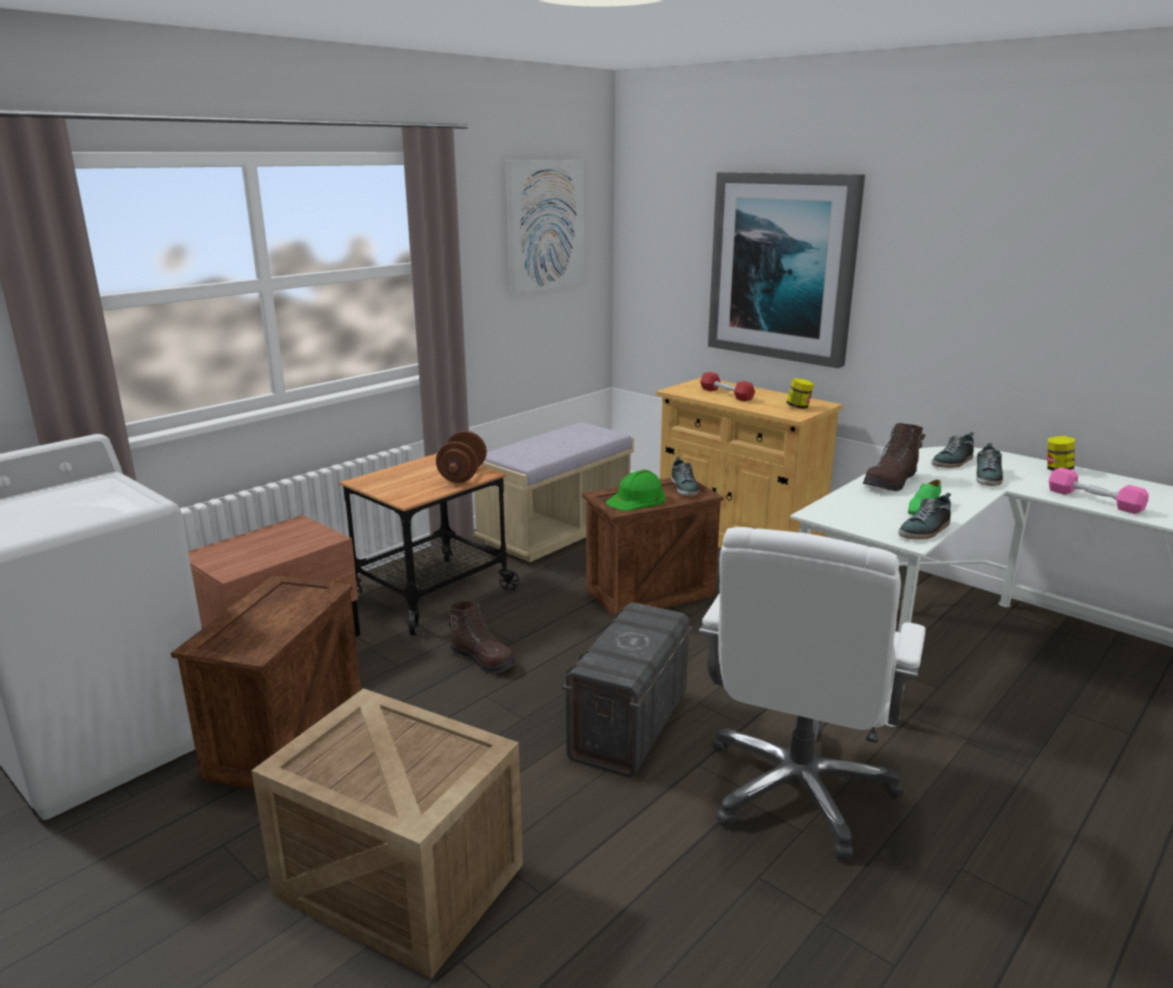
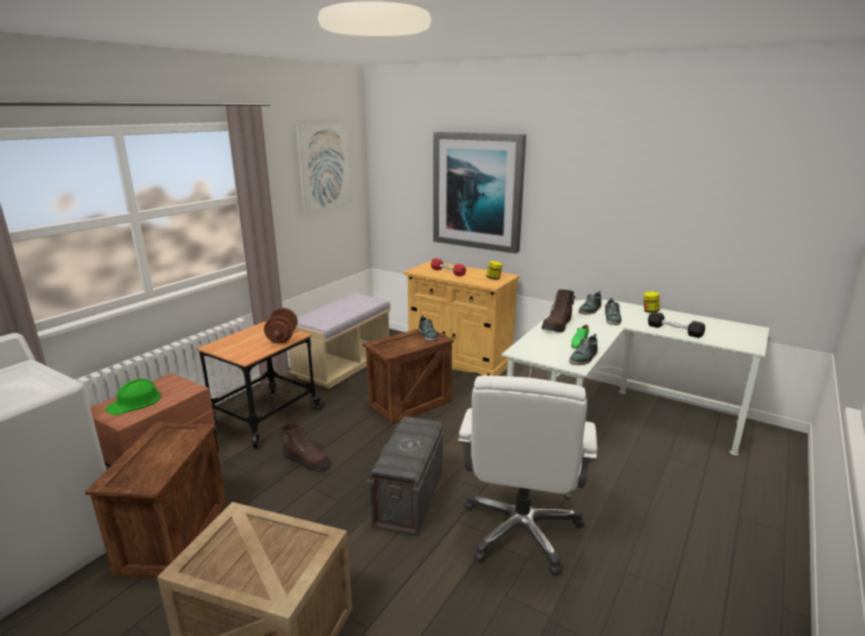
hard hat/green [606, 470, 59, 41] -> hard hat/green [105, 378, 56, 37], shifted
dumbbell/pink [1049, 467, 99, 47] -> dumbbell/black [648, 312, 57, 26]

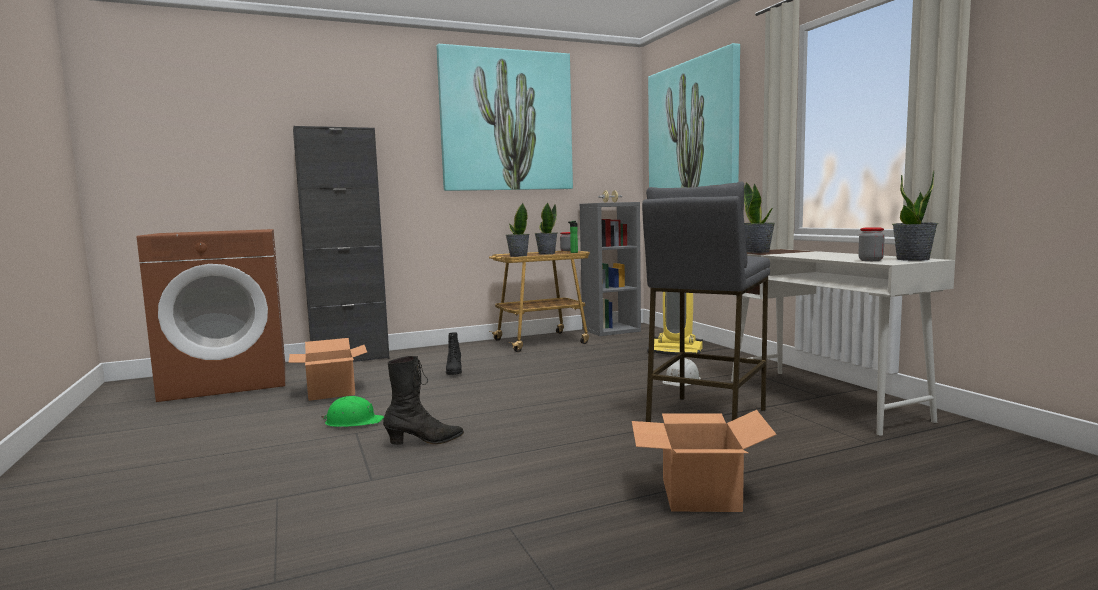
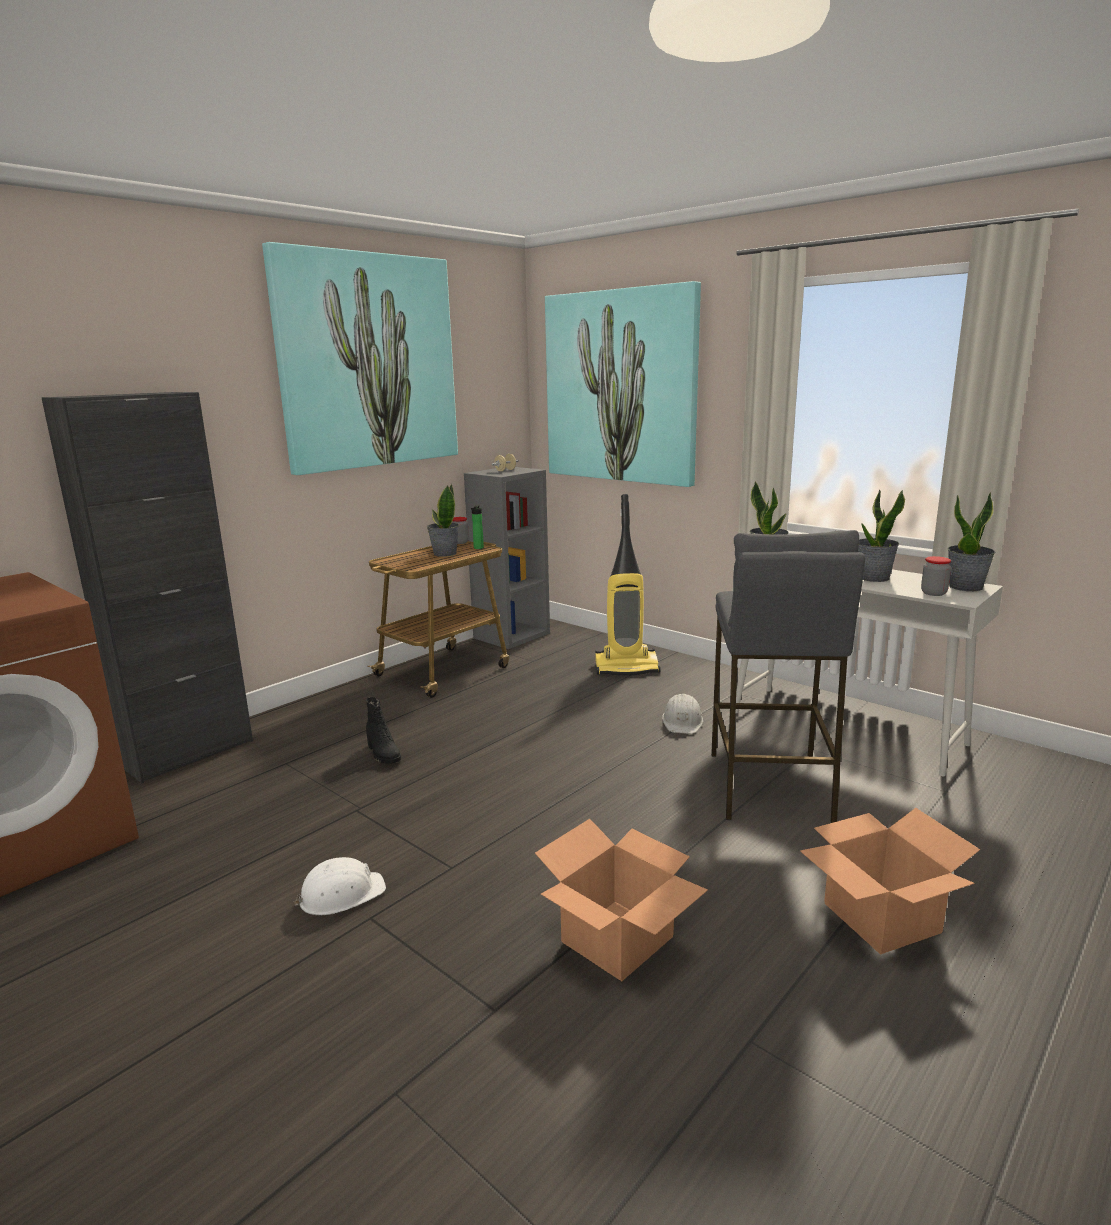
boot/black [383, 356, 81, 89] -> none
cardboard box [288, 338, 79, 63] -> cardboard box [535, 819, 173, 162], shifted
potted plant [506, 203, 24, 54] -> potted plant [858, 489, 47, 93], shifted
hard hat/green [321, 396, 63, 31] -> hard hat/white [293, 857, 93, 58]

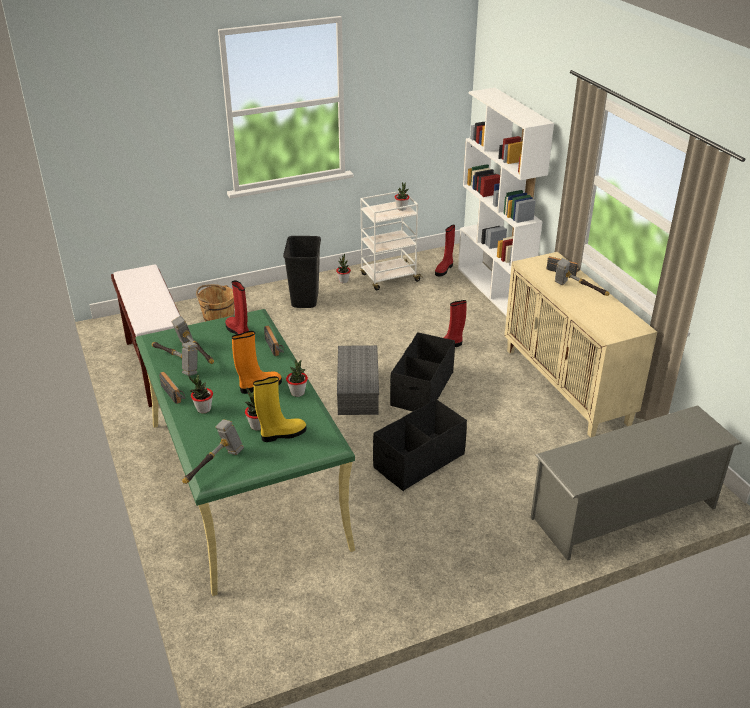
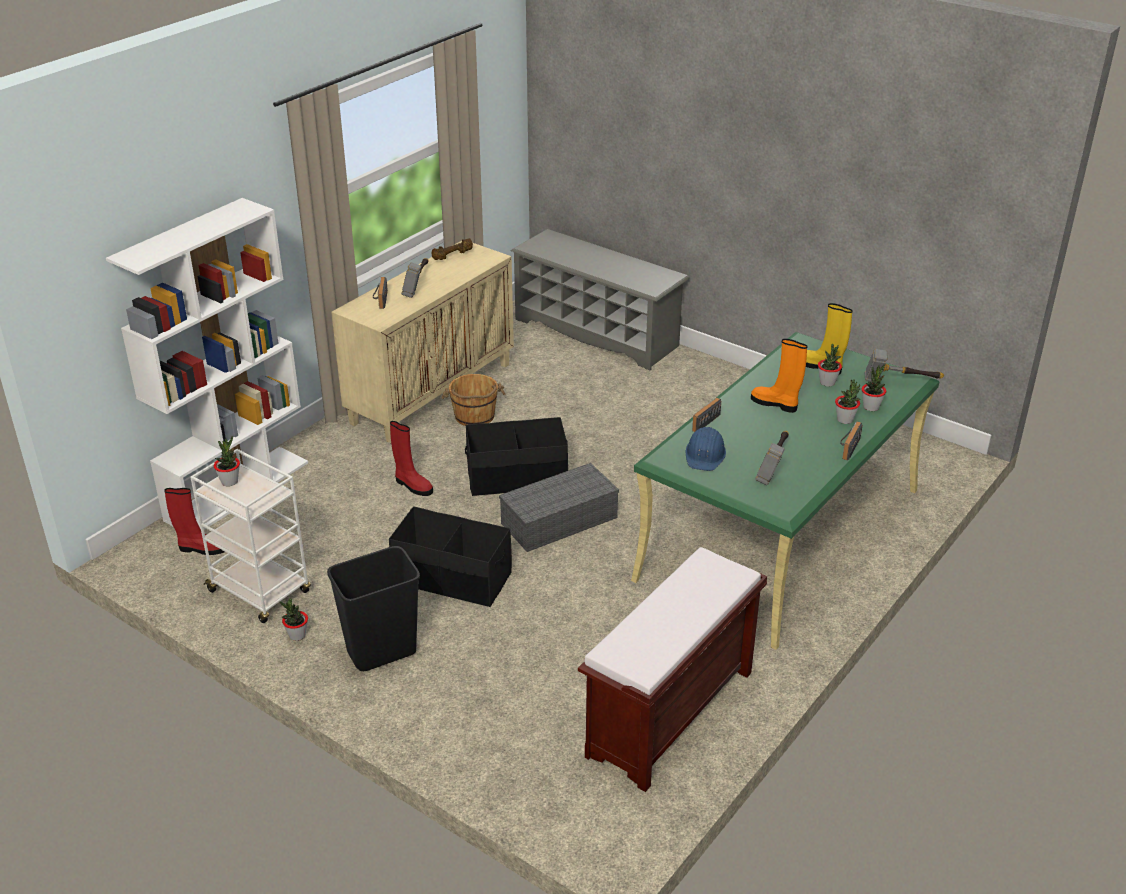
hammer [152, 342, 45, 34] -> none
none -> dumbbell/brown [432, 238, 41, 22]
bucket/brown [196, 284, 38, 38] -> bucket/brown [442, 374, 63, 52], shifted
potted plant [286, 360, 22, 37] -> potted plant [862, 363, 24, 48], shifted
storage box/black [373, 399, 94, 92] -> storage box/black [389, 506, 123, 101], shifted
boot/red [225, 280, 24, 54] -> hard hat/blue [686, 427, 40, 44]

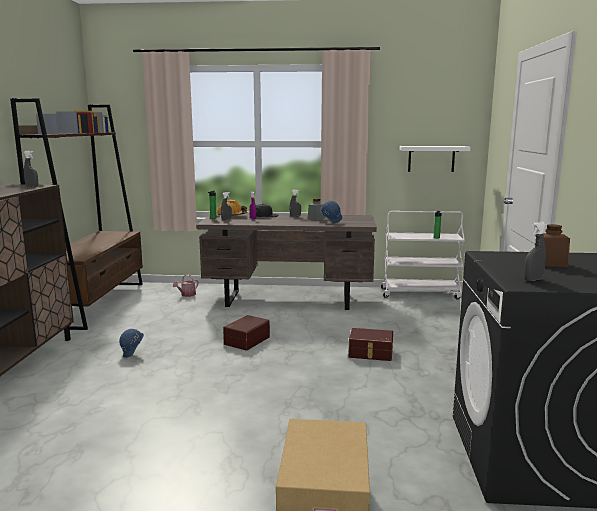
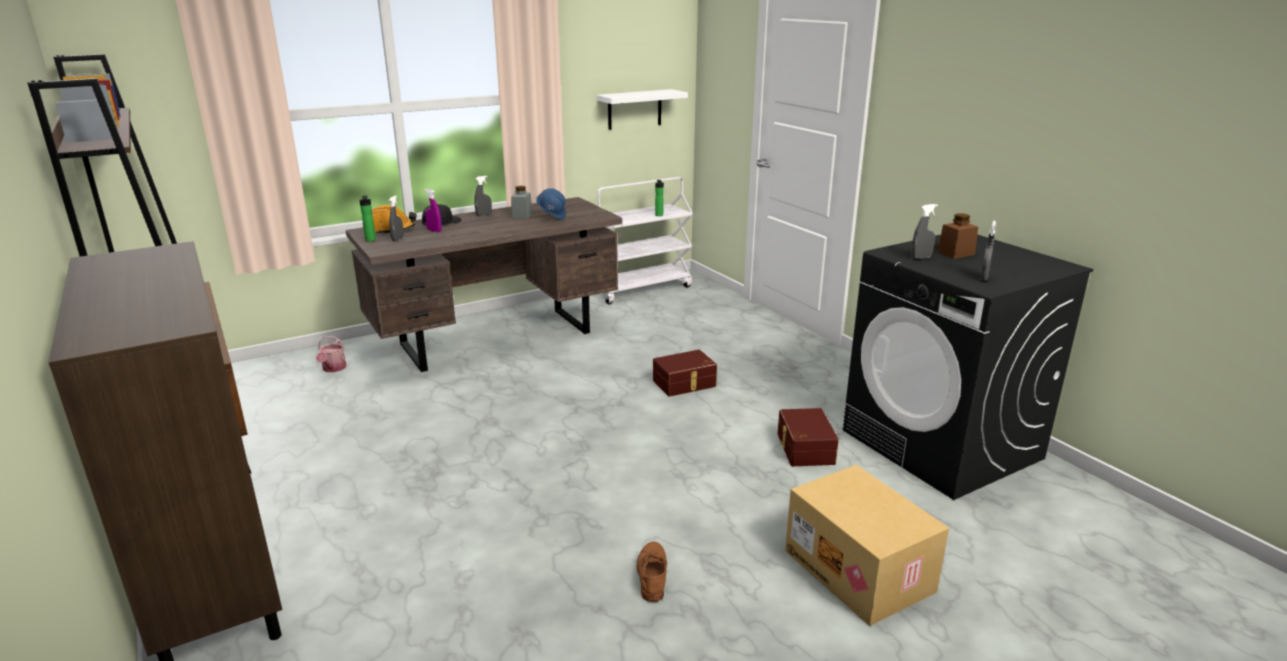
hard hat/blue [119, 329, 25, 29] -> none
none -> shoe/brown [637, 542, 31, 60]
spray bottle/grey [24, 151, 14, 36] -> spray bottle/grey [911, 204, 27, 55], shifted
storage box/brown [223, 315, 47, 36] -> storage box/brown [777, 408, 62, 58], shifted

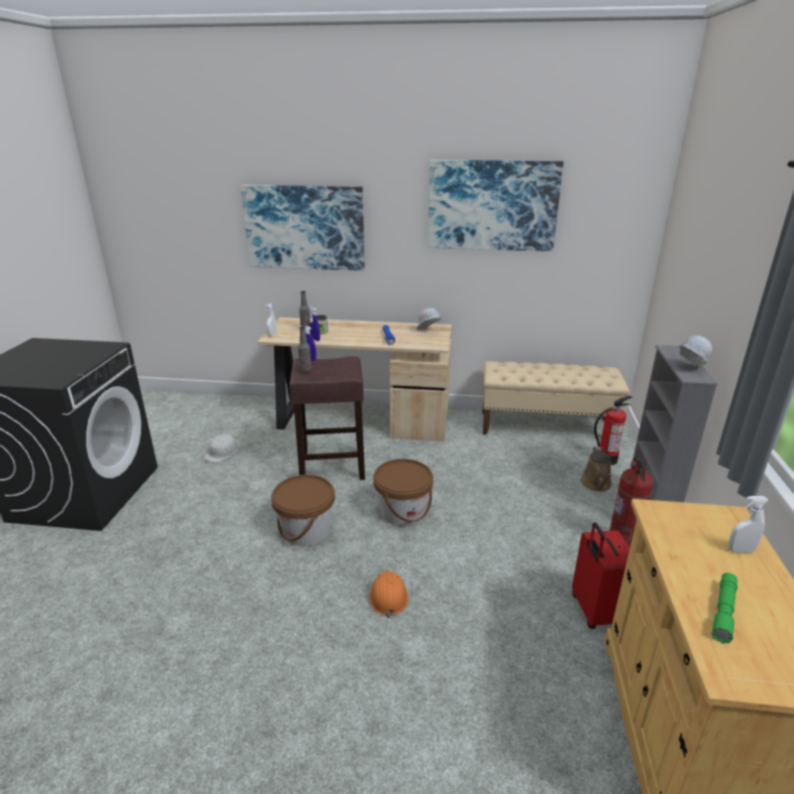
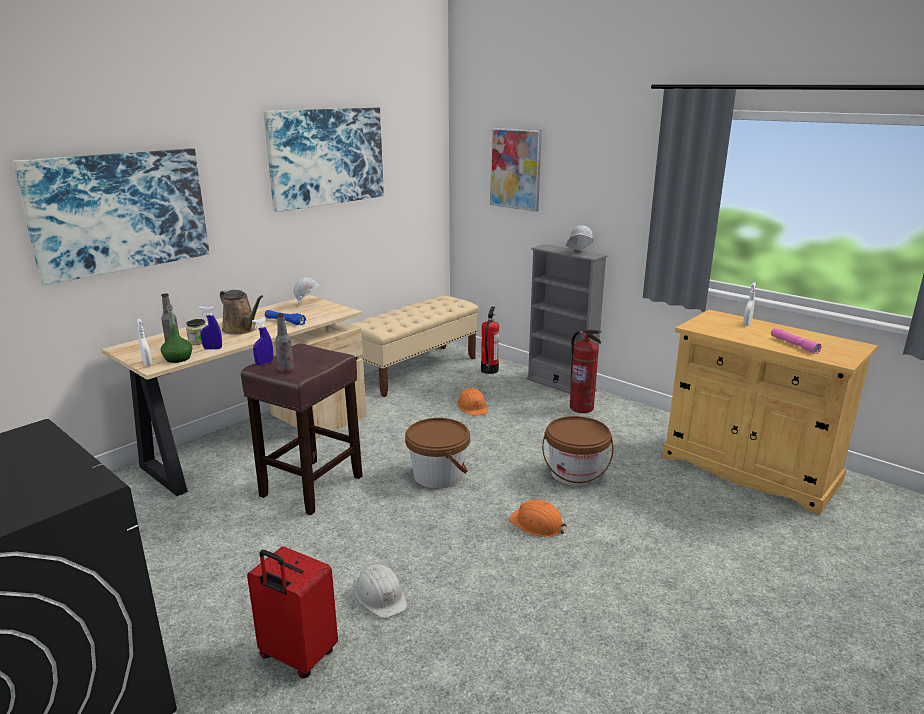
none -> bottle/green [161, 305, 31, 58]
none -> hard hat/orange [457, 388, 31, 28]
none -> picture [490, 127, 52, 85]
hard hat/white [204, 434, 35, 29] -> hard hat/white [354, 564, 53, 54], shifted
bucket/brown [271, 475, 64, 71] -> bucket/brown [542, 416, 72, 71], shifted
suitcase/red [572, 522, 58, 107] -> suitcase/red [247, 546, 91, 132], shifted
watering can/brown [581, 446, 31, 45] -> watering can/brown [220, 289, 43, 46], shifted
flashlight/green [712, 573, 25, 70] -> flashlight/pink [771, 328, 51, 26]

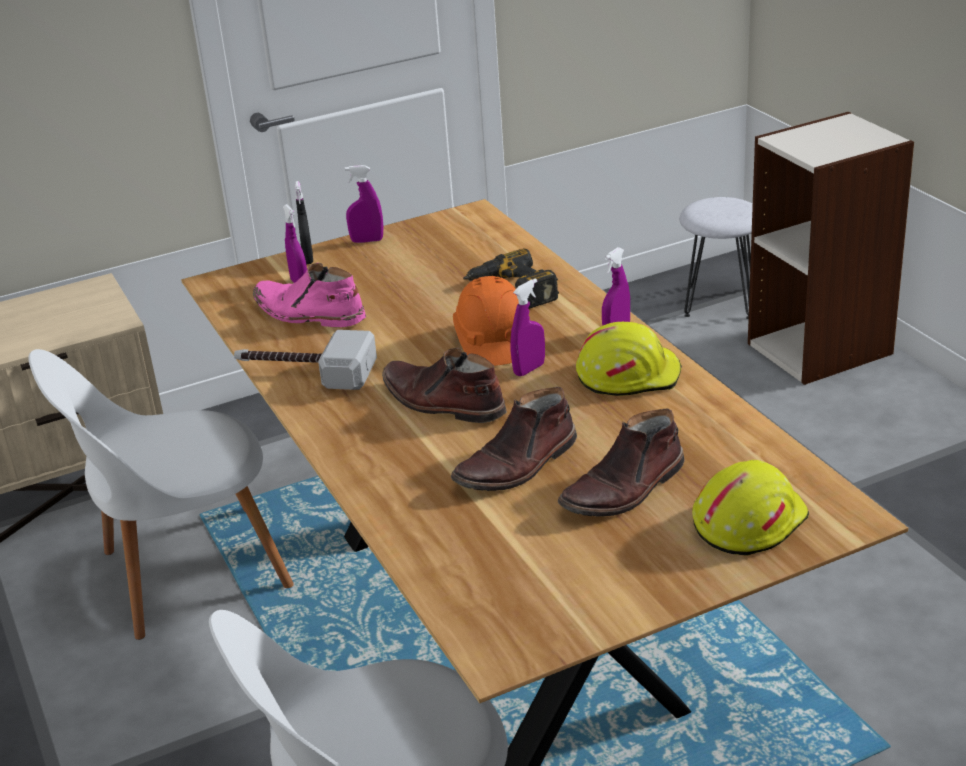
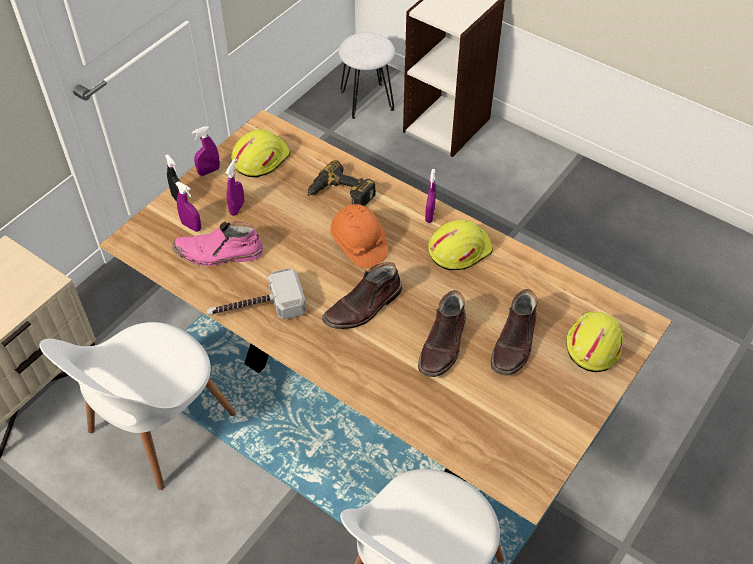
none -> hard hat/yellow [231, 129, 59, 49]
spray bottle/purple [510, 278, 35, 98] -> spray bottle/purple [226, 159, 18, 57], shifted
boot/brown [382, 348, 125, 75] -> boot/brown [322, 262, 80, 67], 45 degrees counterclockwise

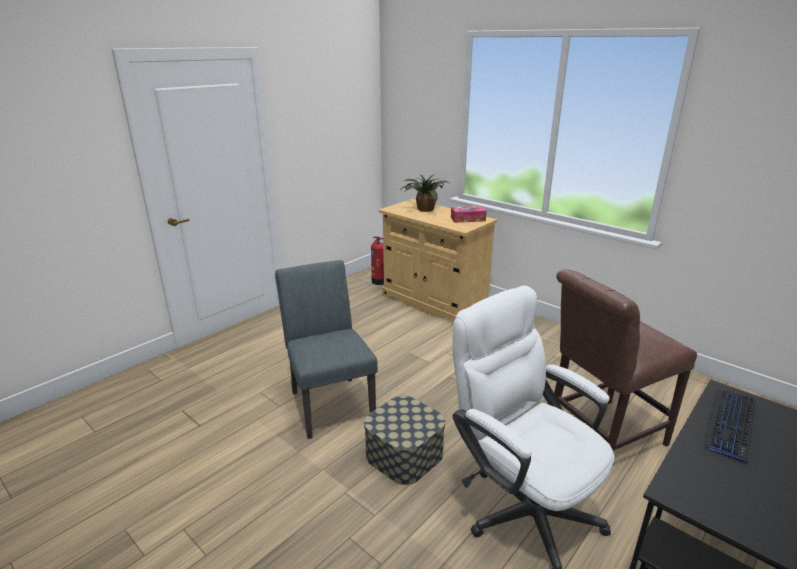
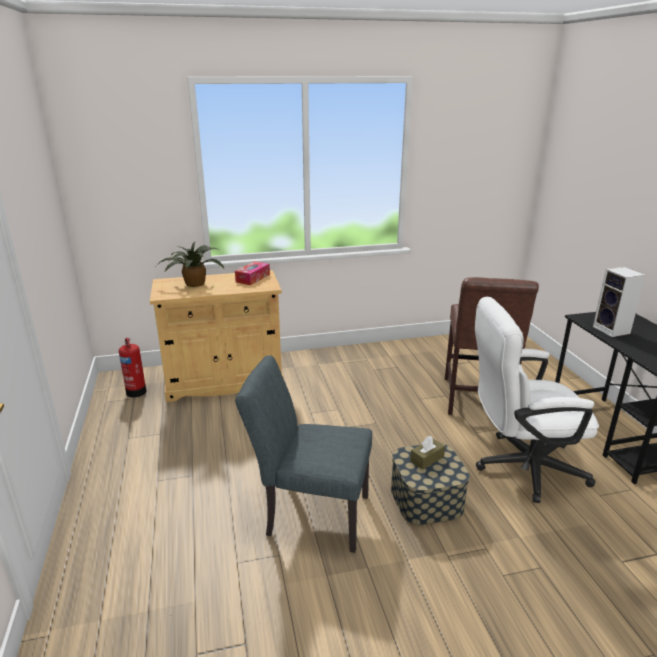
none -> tissue box/brown [410, 436, 35, 34]
keyboard [704, 390, 52, 74] -> speaker [593, 267, 53, 70]

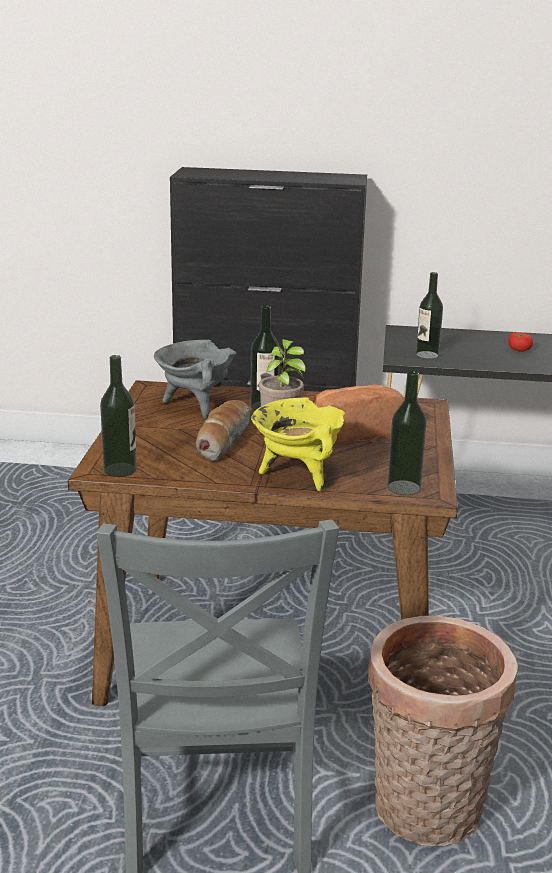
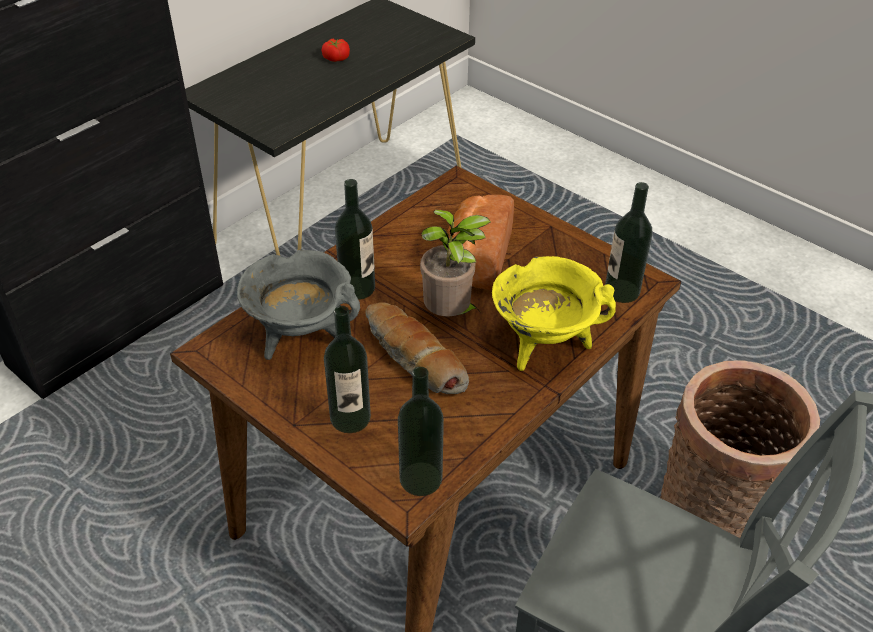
bottle [416, 272, 27, 87] -> bottle [324, 306, 47, 127], shifted

